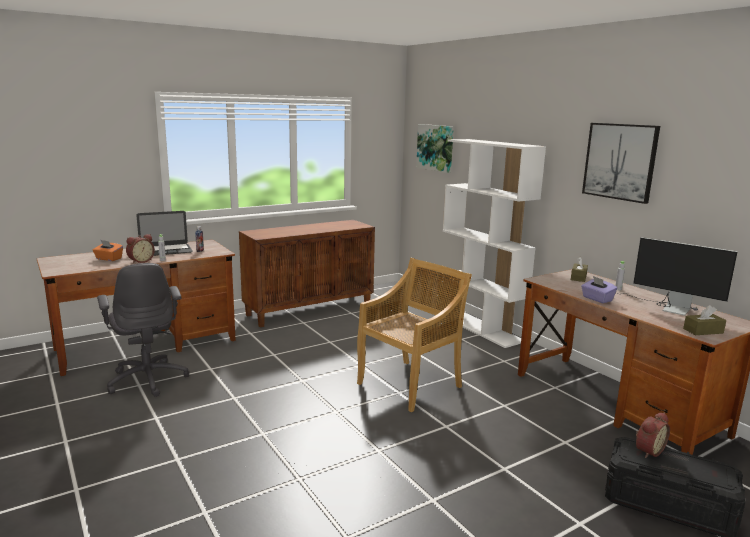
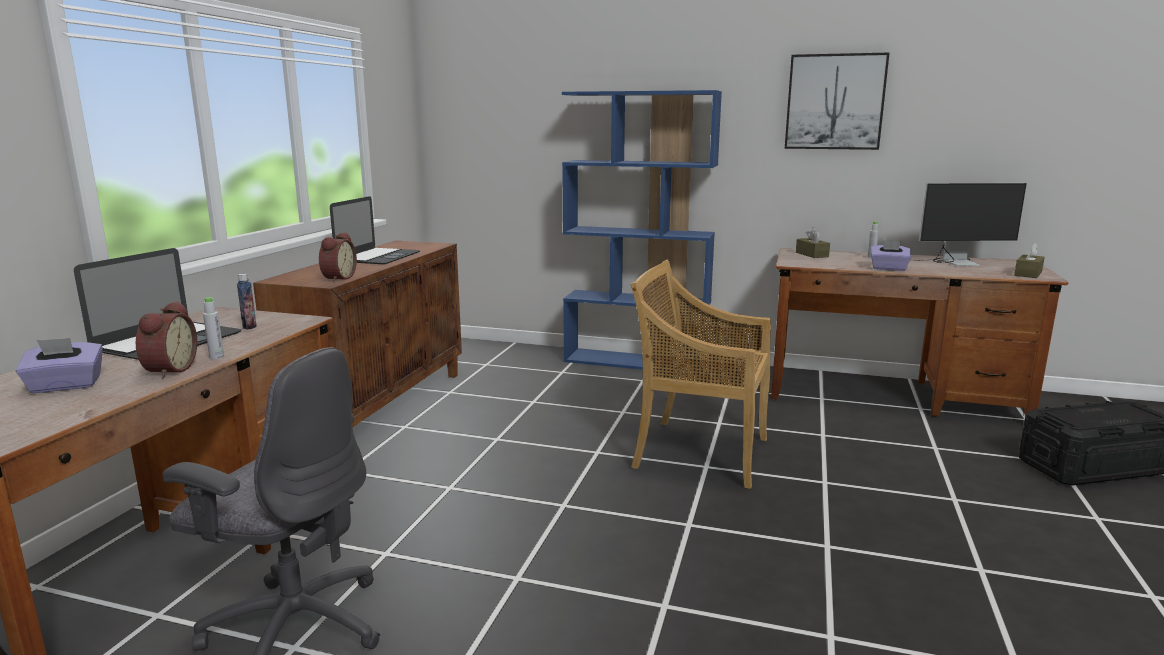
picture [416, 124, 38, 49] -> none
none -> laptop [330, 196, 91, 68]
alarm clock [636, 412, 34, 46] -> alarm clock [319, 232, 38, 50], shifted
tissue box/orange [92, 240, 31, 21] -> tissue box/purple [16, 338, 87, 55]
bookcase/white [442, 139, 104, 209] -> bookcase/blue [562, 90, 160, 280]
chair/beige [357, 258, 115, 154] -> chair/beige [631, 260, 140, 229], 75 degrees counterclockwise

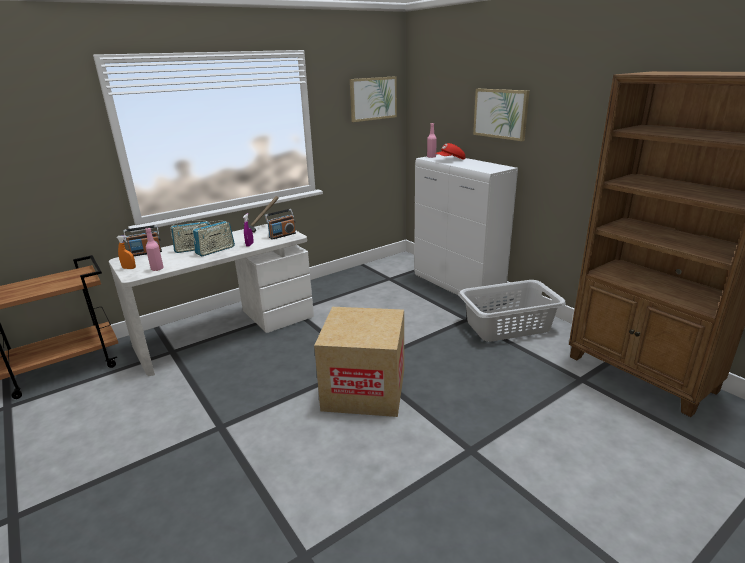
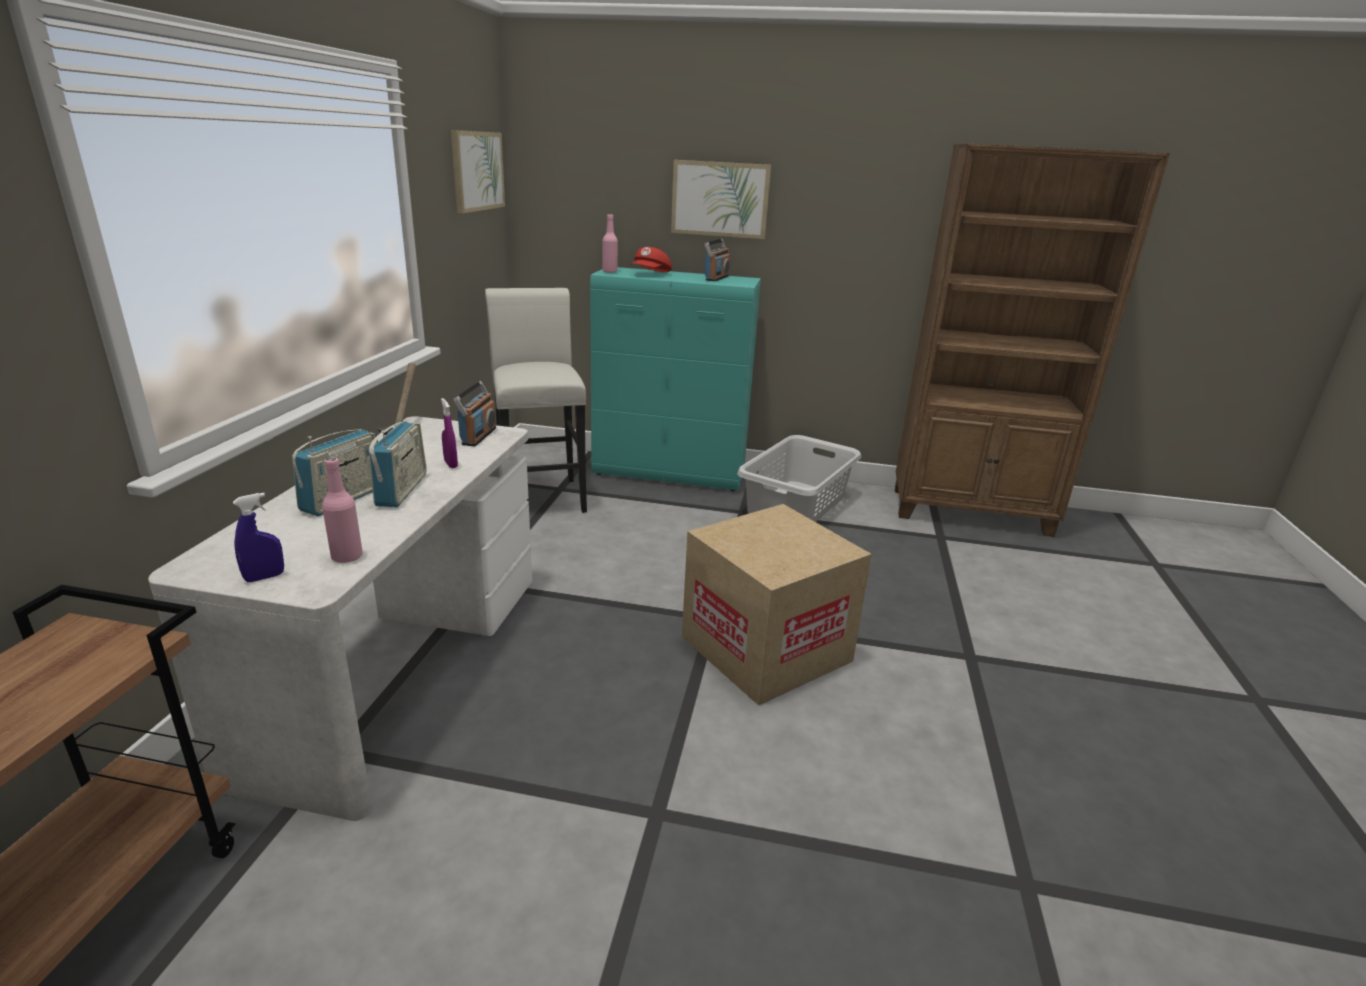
none -> stool/white [485, 288, 102, 225]
radio [123, 225, 39, 31] -> radio [704, 239, 26, 42], shifted
spray bottle/orange [116, 236, 20, 33] -> spray bottle/blue [233, 493, 51, 89]
cabinet/white [414, 154, 104, 151] -> cabinet/turquoise [590, 267, 171, 224]

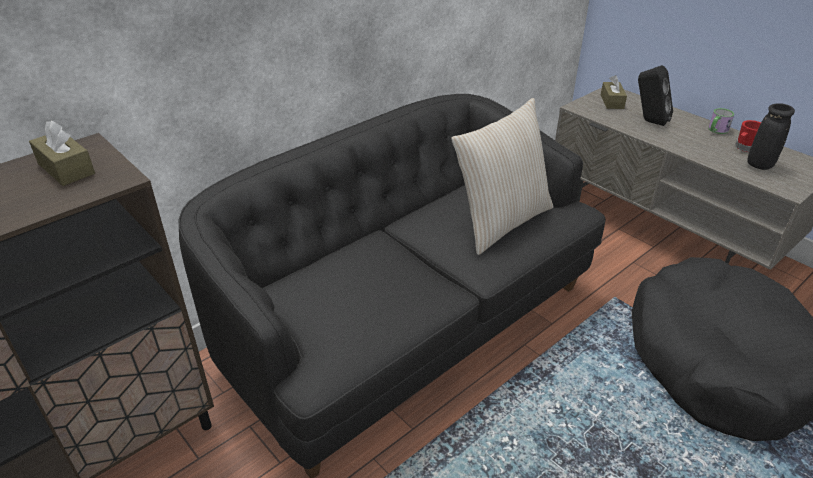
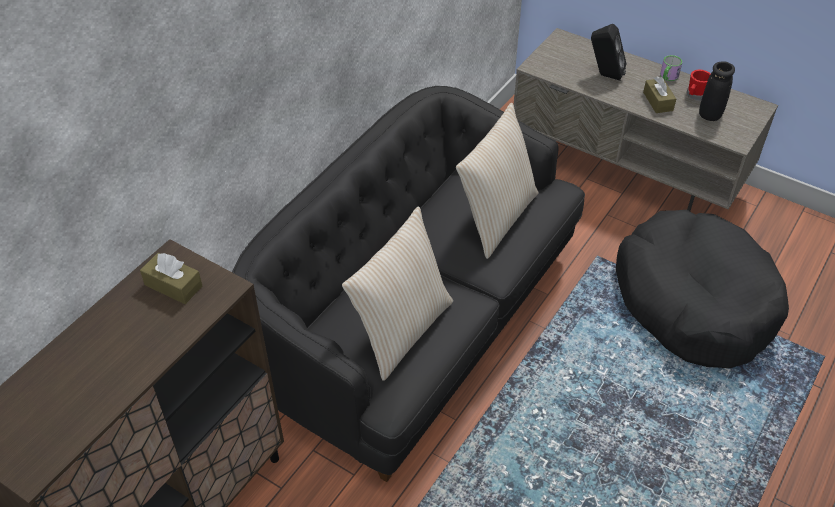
none -> pillow/beige [342, 207, 111, 174]
tissue box/brown [601, 75, 26, 34] -> tissue box/brown [643, 77, 33, 36], shifted

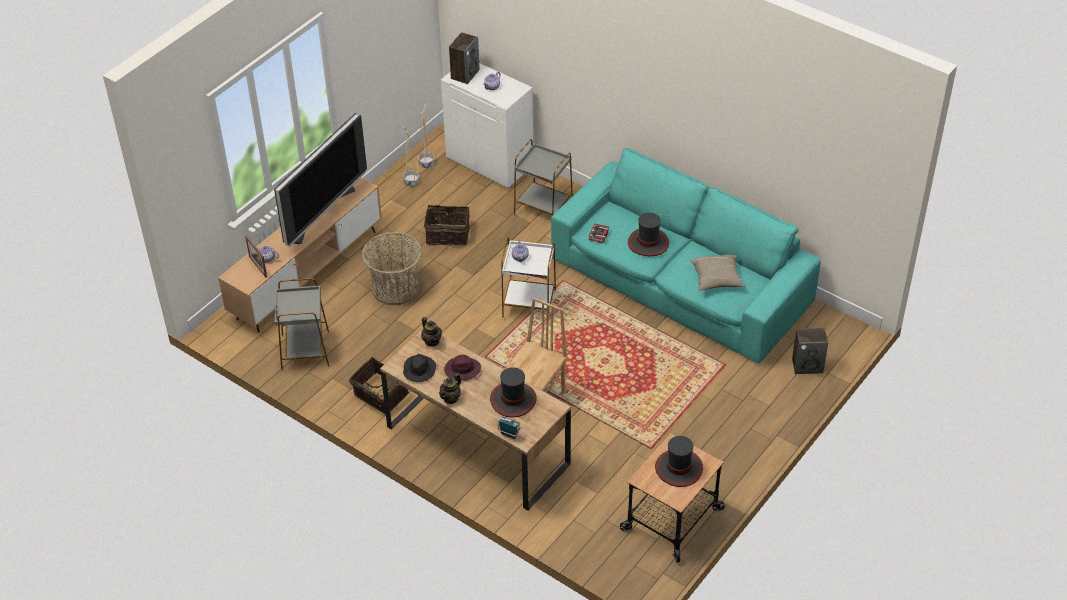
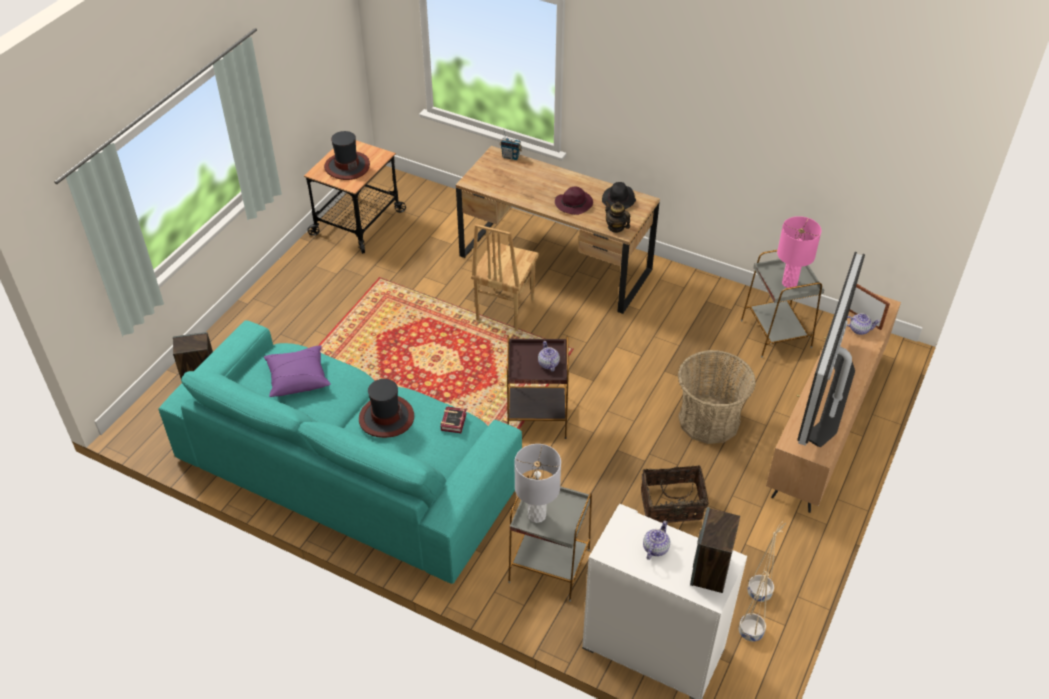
basket [349, 357, 60, 57] -> none
teapot [439, 373, 22, 31] -> none
hat [490, 367, 47, 51] -> none
none -> table lamp/grey [514, 444, 47, 79]
none -> table lamp/pink [777, 216, 44, 72]
side table/white [501, 237, 55, 83] -> side table/brown [507, 335, 62, 104]
pillow/beige [690, 255, 54, 36] -> pillow/purple [264, 345, 67, 52]

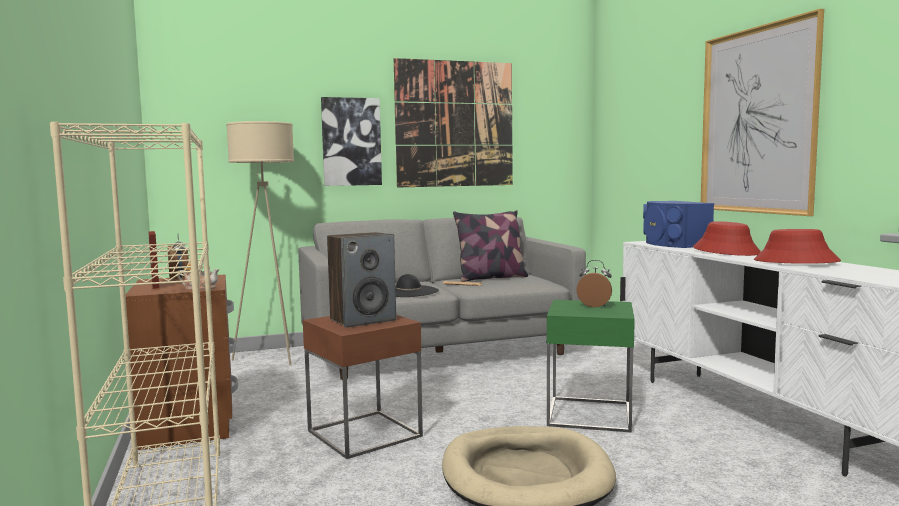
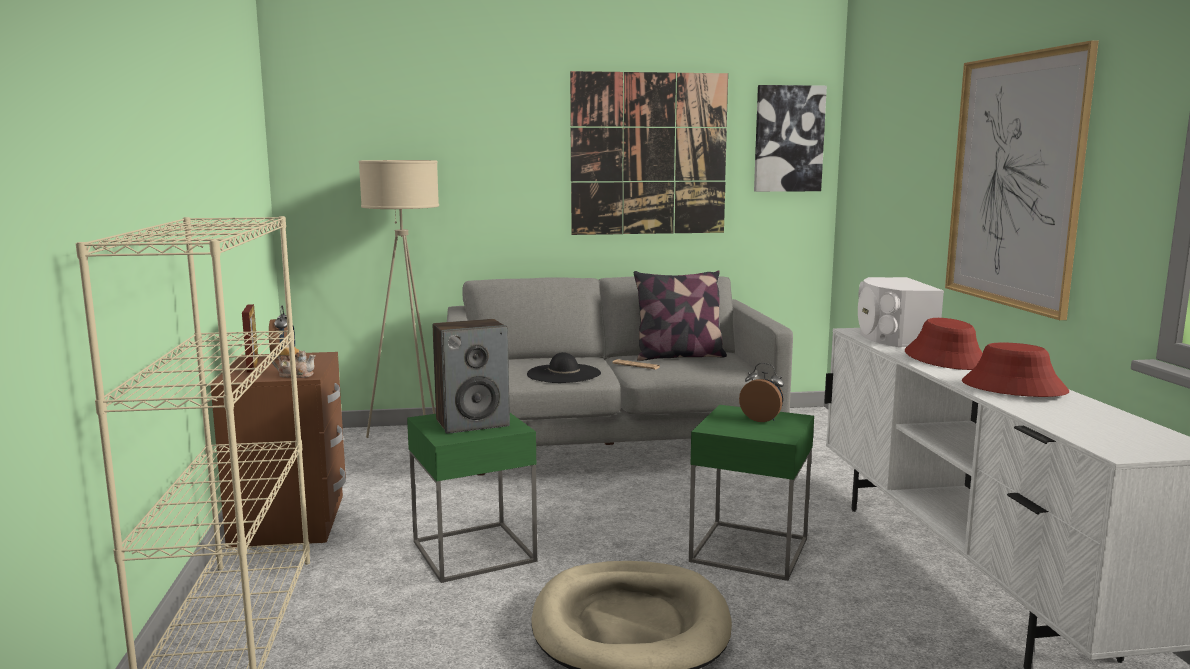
picture [321, 97, 61, 89] -> picture [754, 85, 73, 107], shifted
side table/brown [303, 315, 120, 144] -> side table/green [407, 413, 130, 170]
speaker/blue [643, 201, 71, 47] -> speaker/white [858, 277, 86, 70]

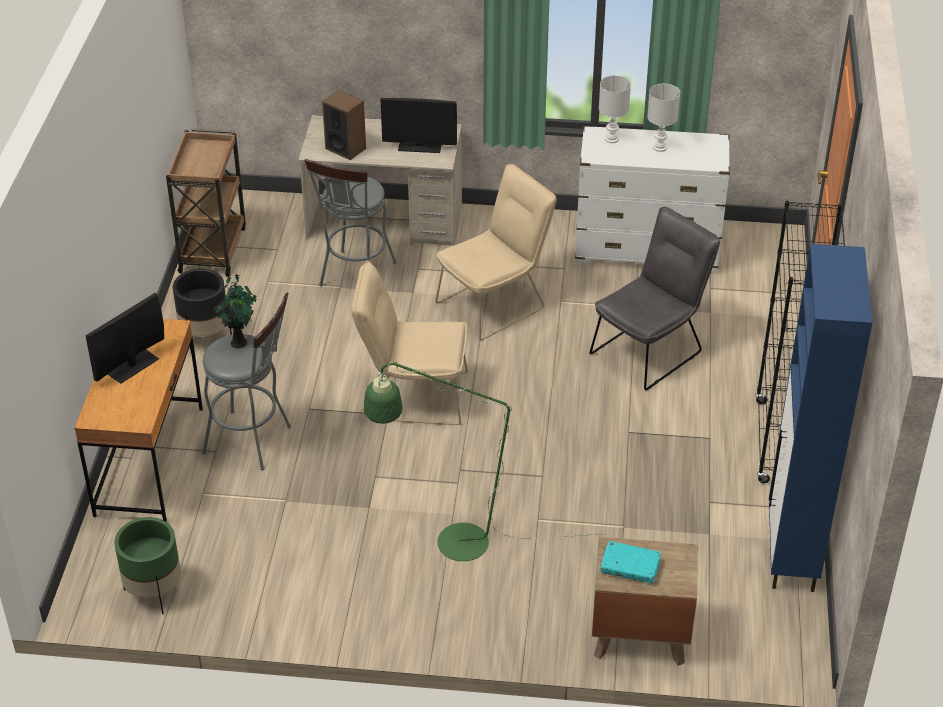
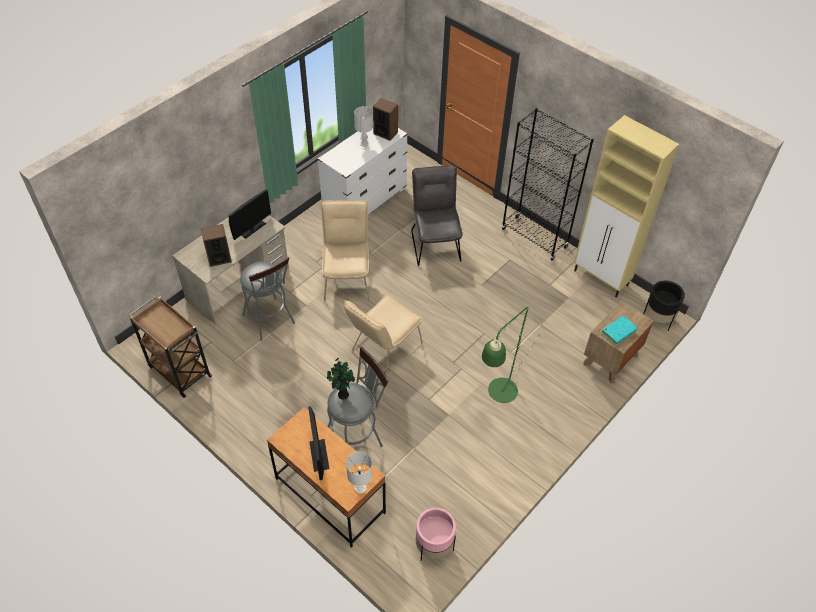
none -> speaker [373, 98, 25, 43]
planter/black [173, 269, 59, 82] -> planter/black [643, 281, 42, 50], shifted
table lamp/white [599, 75, 32, 68] -> table lamp/white [346, 452, 26, 42], shifted
planter/green [114, 517, 67, 97] -> planter/pink [416, 508, 40, 53]
cabinet/blue [769, 244, 104, 348] -> cabinet/beige [574, 115, 105, 183]

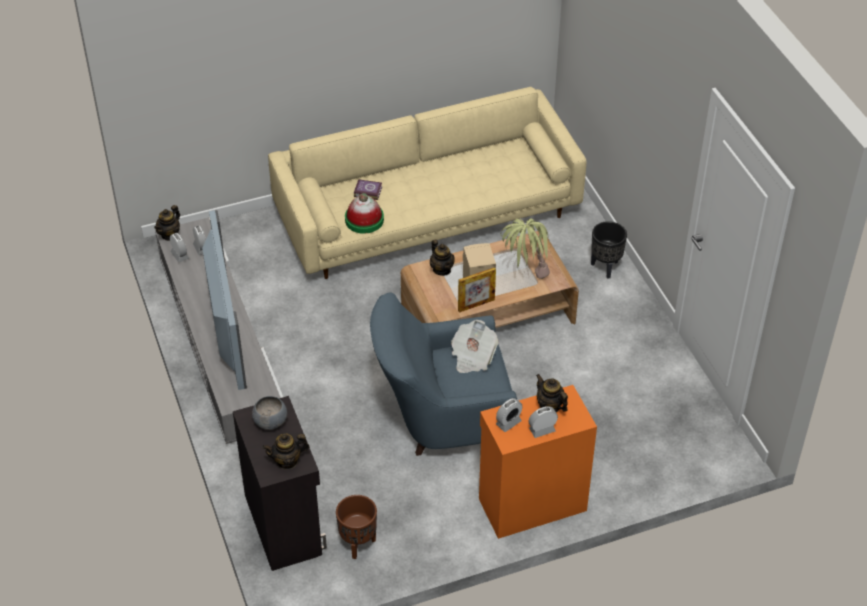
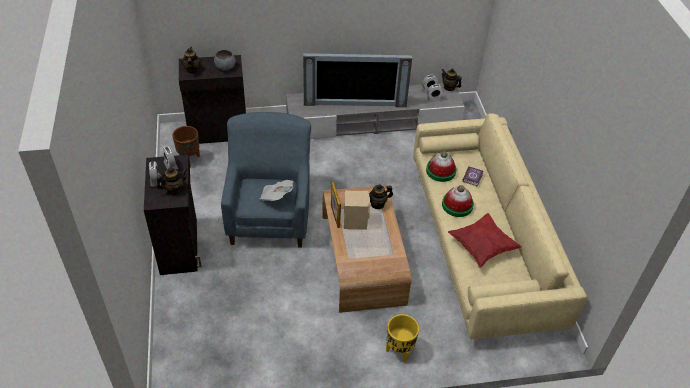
potted plant [501, 219, 50, 60] -> none
none -> hat [442, 185, 32, 32]
none -> pillow/red [448, 213, 73, 55]
cabinet/orange [479, 385, 118, 154] -> cabinet/black [144, 155, 58, 120]
planter/black [591, 221, 36, 58] -> planter/yellow [386, 314, 33, 49]

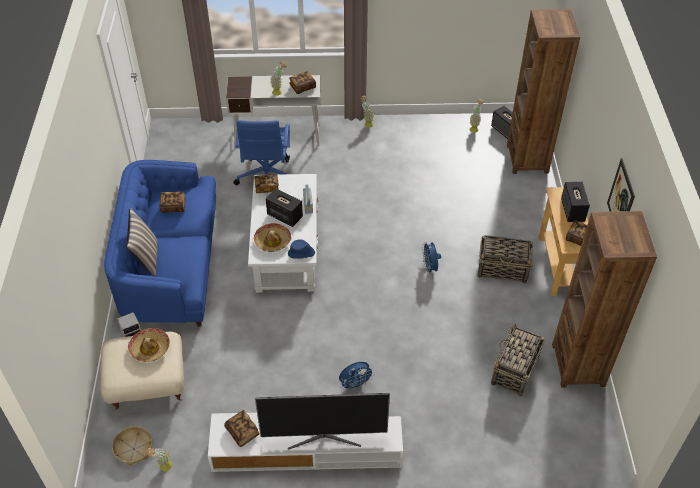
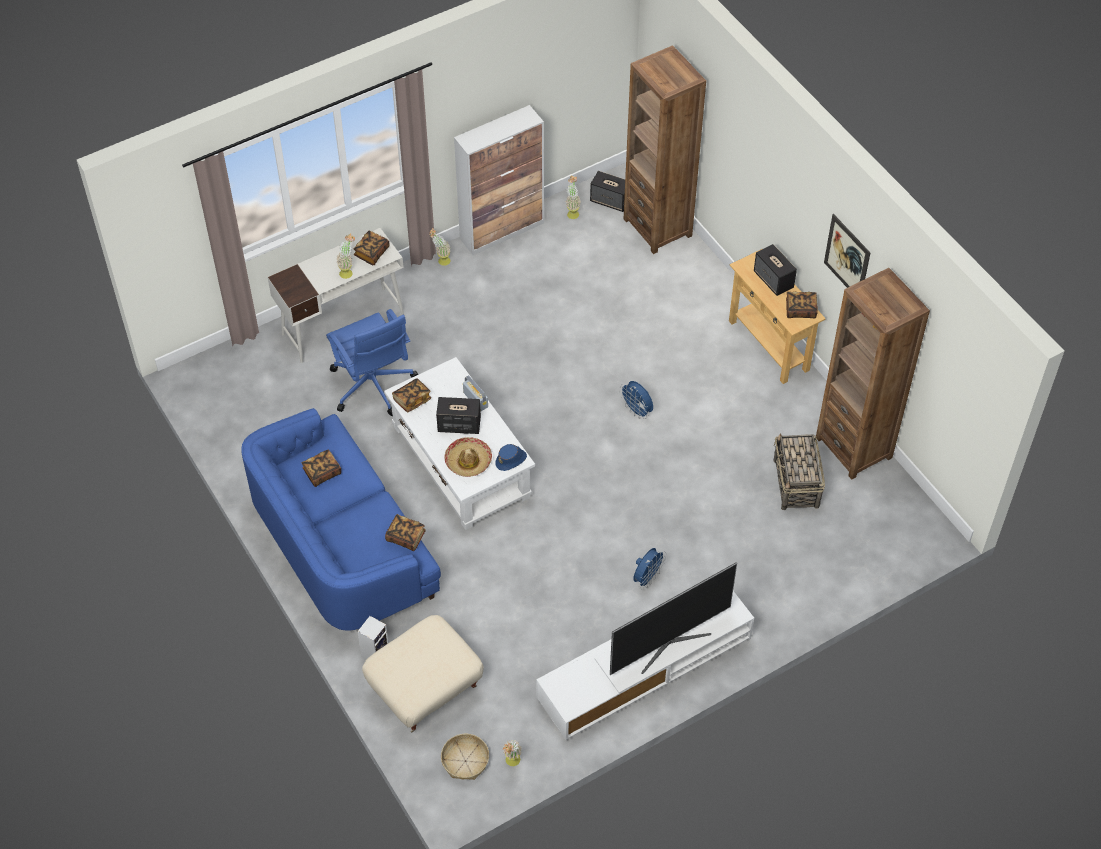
pillow [126, 208, 31, 69] -> none
hat [128, 328, 42, 34] -> none
basket [477, 235, 56, 49] -> none
none -> cabinet [454, 105, 90, 150]
book [224, 410, 36, 37] -> book [385, 514, 41, 37], shifted

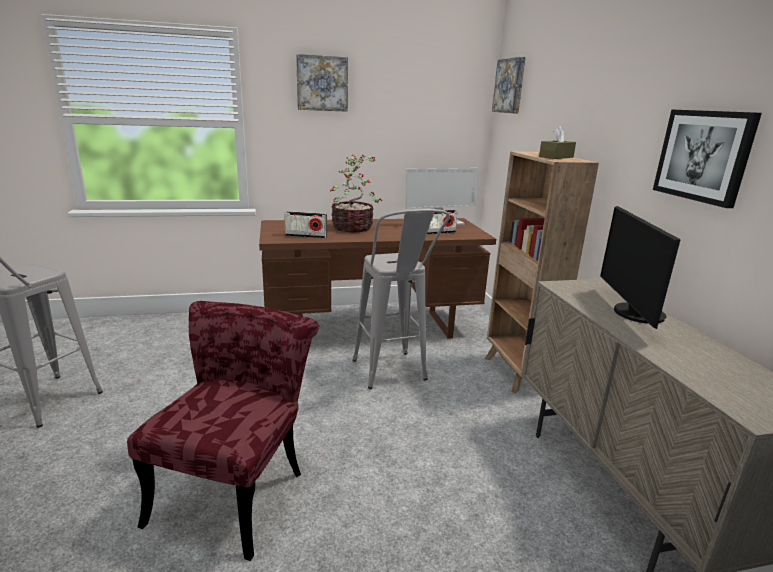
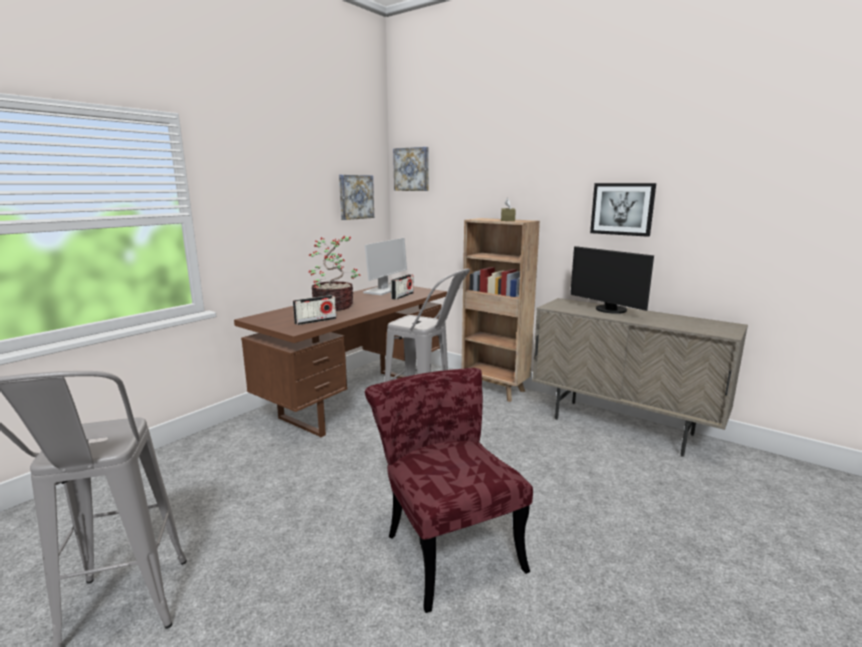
picture [296, 54, 52, 58] -> picture [339, 175, 35, 45], shifted

